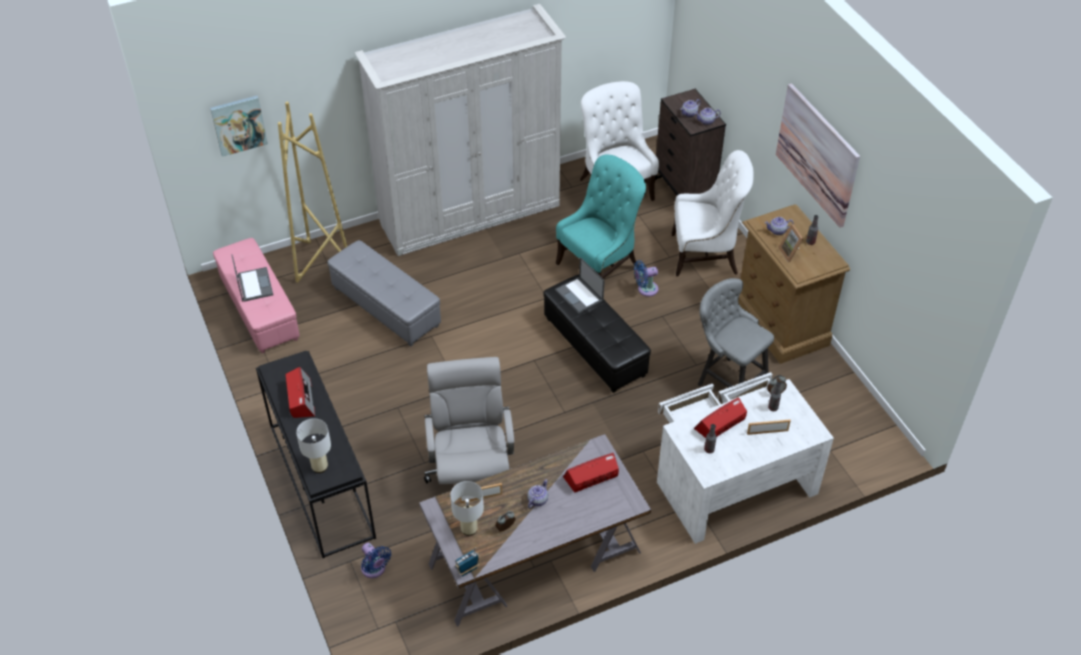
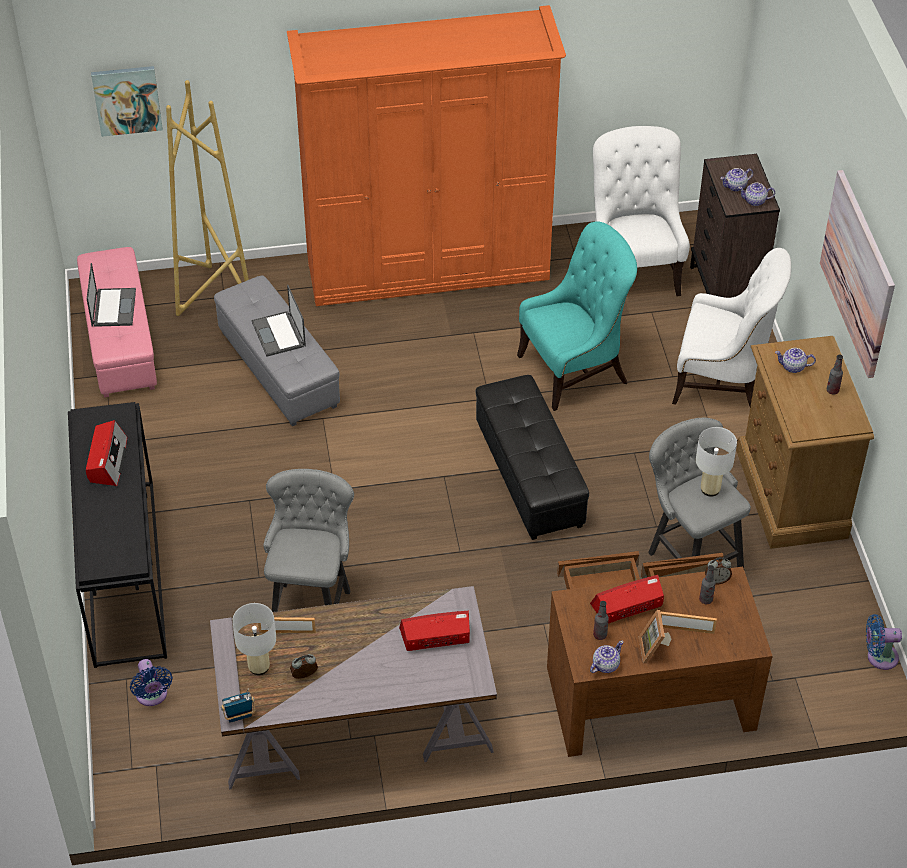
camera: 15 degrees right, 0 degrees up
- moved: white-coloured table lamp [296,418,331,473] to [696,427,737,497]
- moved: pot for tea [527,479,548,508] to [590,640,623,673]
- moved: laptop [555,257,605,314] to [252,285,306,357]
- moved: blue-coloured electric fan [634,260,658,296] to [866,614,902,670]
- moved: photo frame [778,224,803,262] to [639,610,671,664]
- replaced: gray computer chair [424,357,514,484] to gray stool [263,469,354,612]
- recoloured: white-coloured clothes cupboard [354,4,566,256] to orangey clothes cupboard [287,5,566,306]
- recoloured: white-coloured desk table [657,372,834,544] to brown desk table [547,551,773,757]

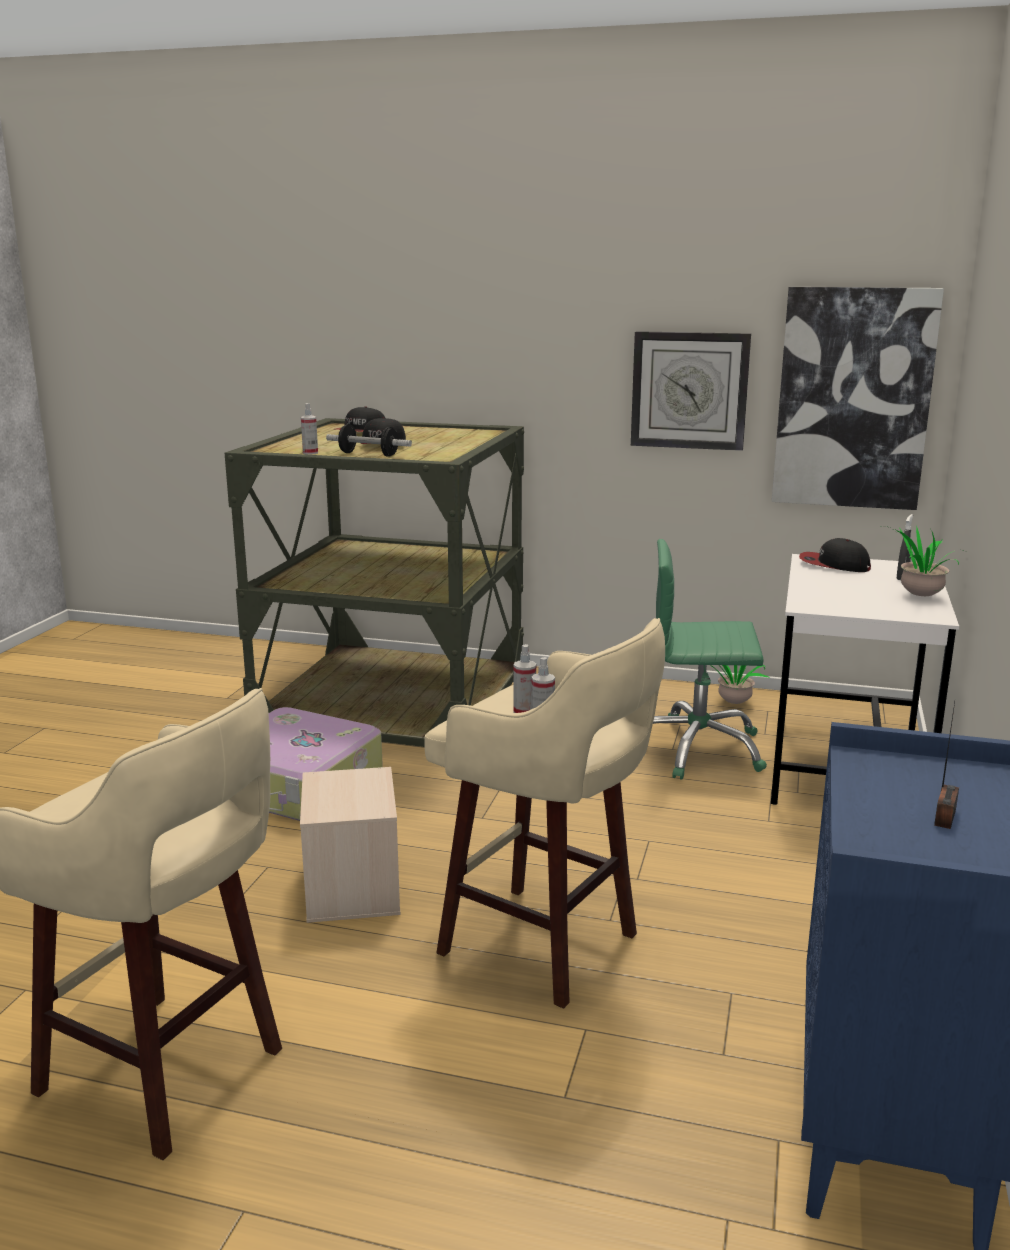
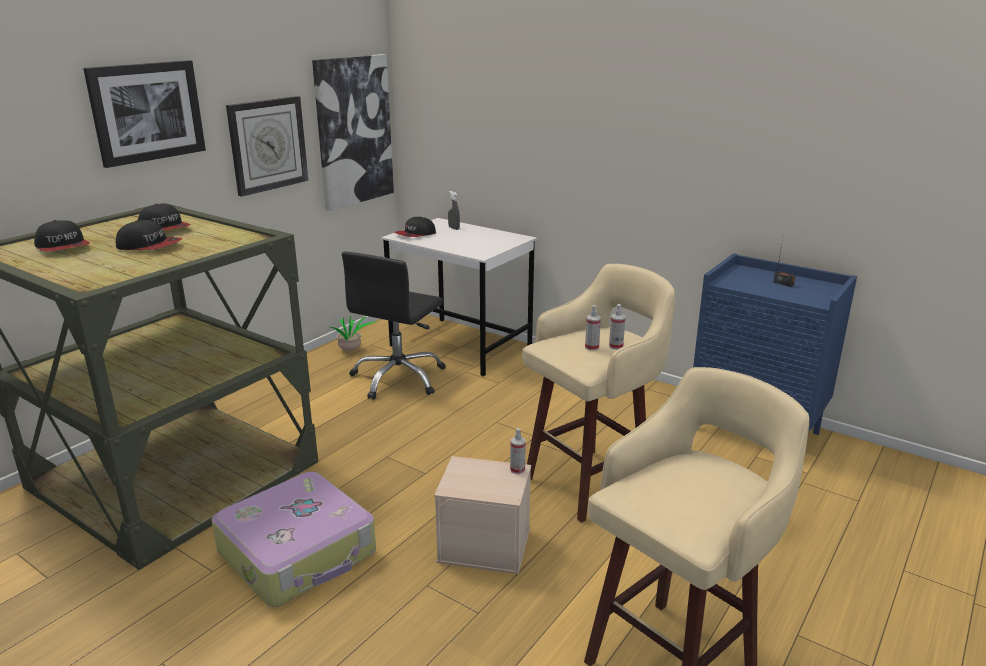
camera: 70 degrees left, 5 degrees up
- removed: free weight [326,424,412,457]
- removed: potted plant [886,526,965,596]
- added: picture [83,60,206,168]
- added: cap [138,204,190,231]
- moved: sprayer [301,403,318,455] to [510,428,526,474]
- recoloured: green-coloured computer chair [653,539,767,780] to black-coloured computer chair [342,252,446,400]

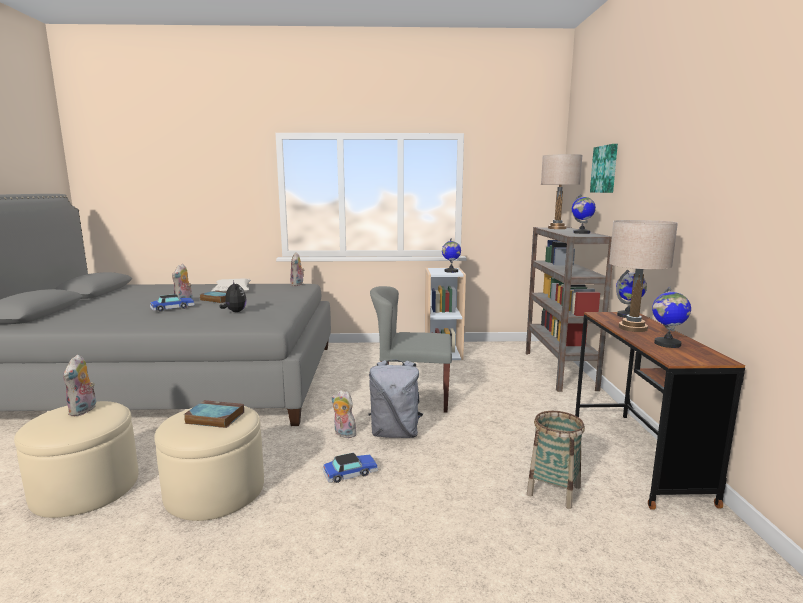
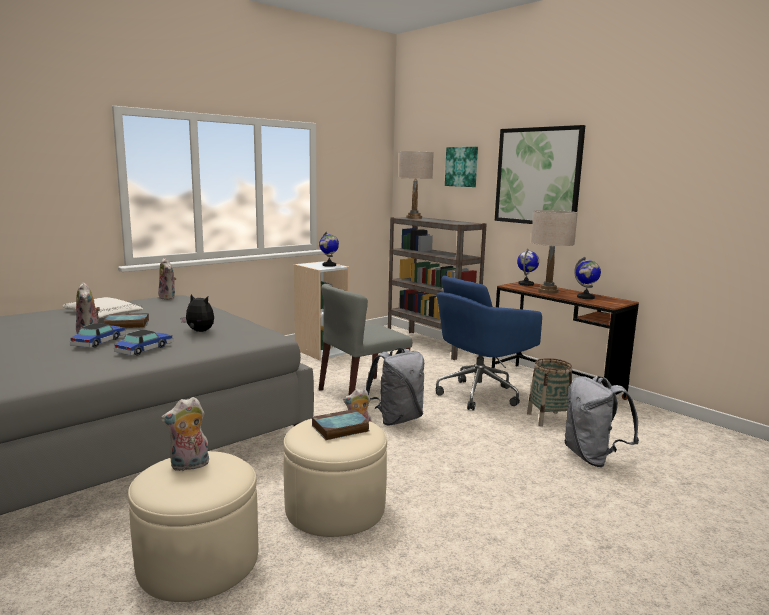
camera: 40 degrees left, 0 degrees up
- removed: world globe [572,194,596,234]
- added: blue-coloured computer chair [435,276,542,411]
- added: picture [495,125,585,224]
- added: gray knapsack [565,376,639,467]
- moved: model car [323,453,378,483] to [114,330,173,356]
- turned: soft toy [63,354,96,416] = [161,397,209,471] 105 degrees clockwise

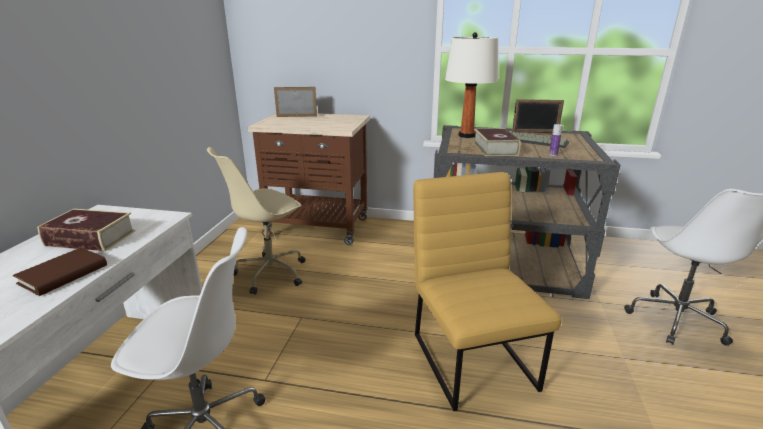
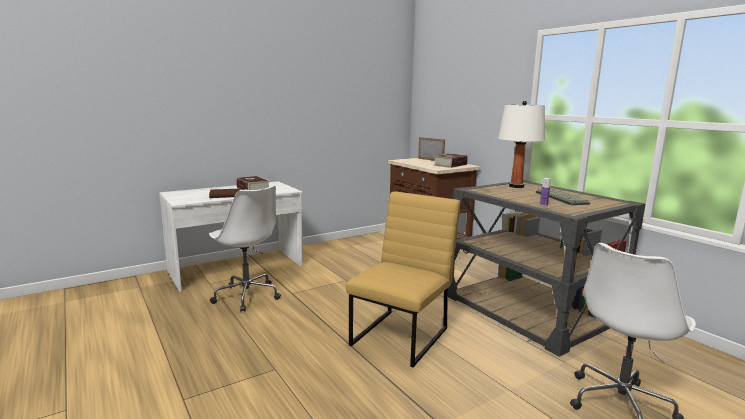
camera: 45 degrees right, 10 degrees down
- removed: beige-coloured computer chair [207,147,306,294]
- removed: photo frame [512,99,564,133]
- moved: volume [473,128,520,156] to [434,153,468,168]

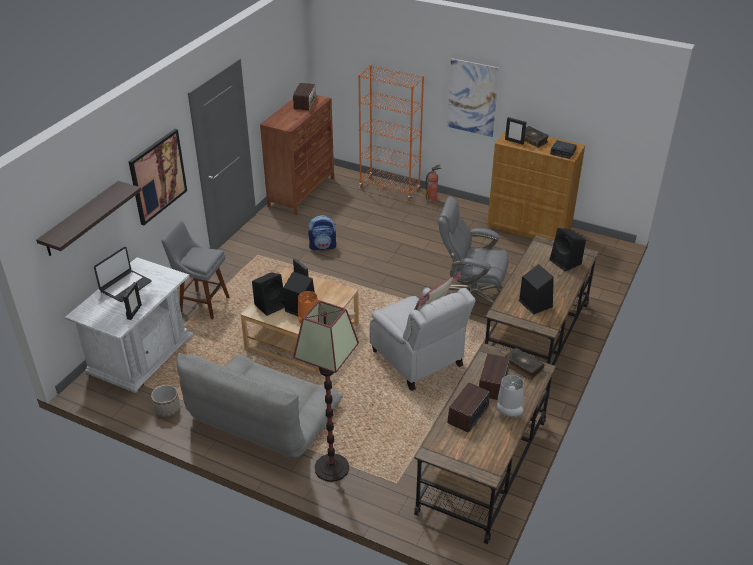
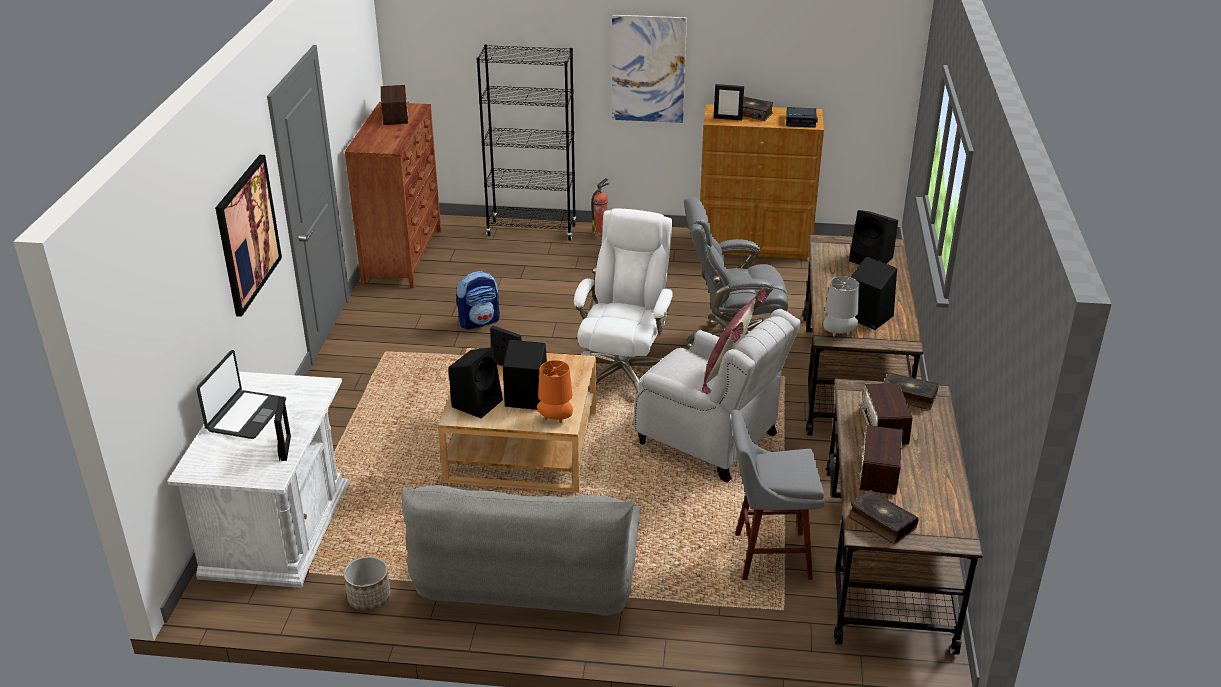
camera: 20 degrees left, 5 degrees down
- removed: bracket shelf [36,181,141,256]
- removed: floor lamp [293,300,359,482]
- added: white-coloured computer chair [574,208,673,393]
- added: volume [848,490,919,544]
- moved: gray stool [161,220,229,319] to [731,410,825,580]
- moved: gray table lamp [496,375,524,418] to [823,276,859,337]
- recoloured: orangey bookcase [358,65,424,201] to black-coloured bookcase [477,44,576,241]

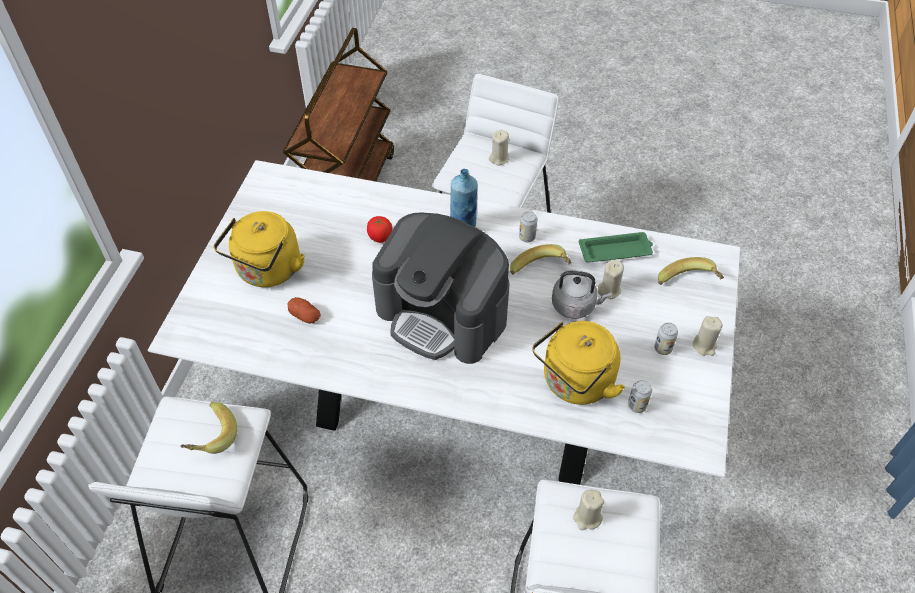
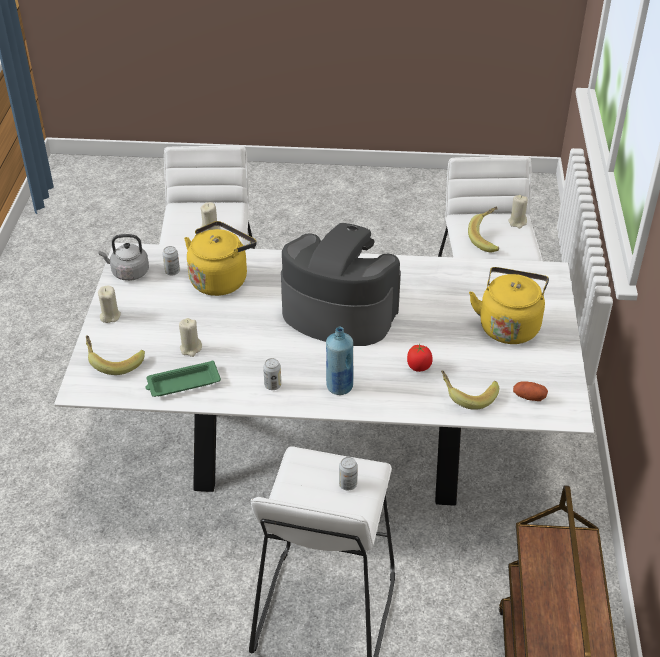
camera: 170 degrees right, 10 degrees down
- moved: potato [287,297,321,324] to [513,381,548,401]
- moved: beige-coloured wax candle [489,130,509,166] to [508,195,528,228]
- moved: whole banana [510,244,572,275] to [441,371,499,410]
- moved: gray water kettle [552,271,612,319] to [98,234,149,281]
- moved: metal can [654,323,678,355] to [339,457,358,491]

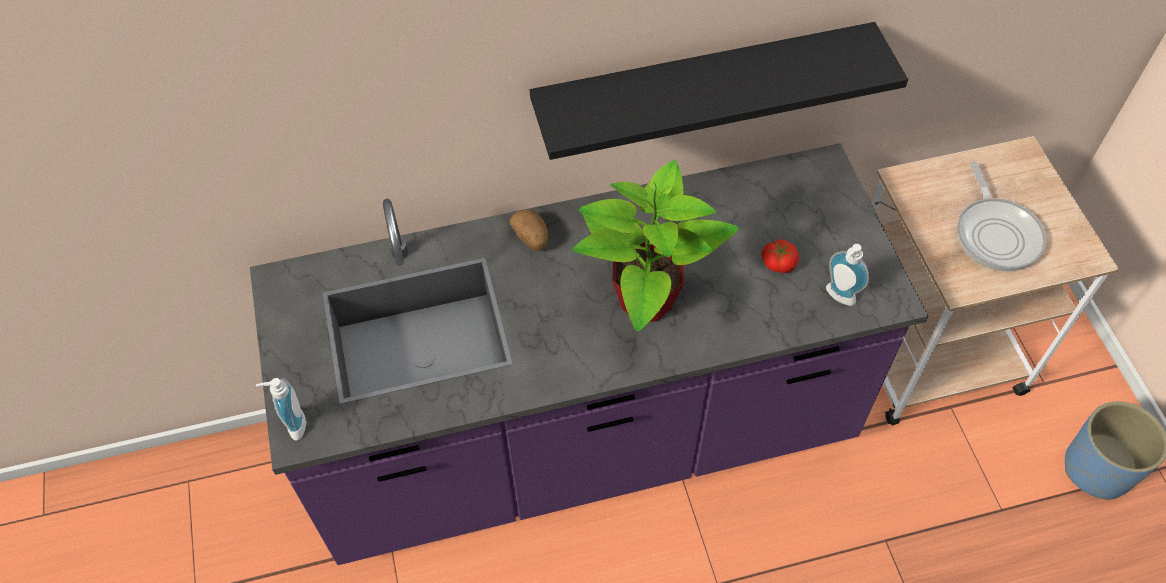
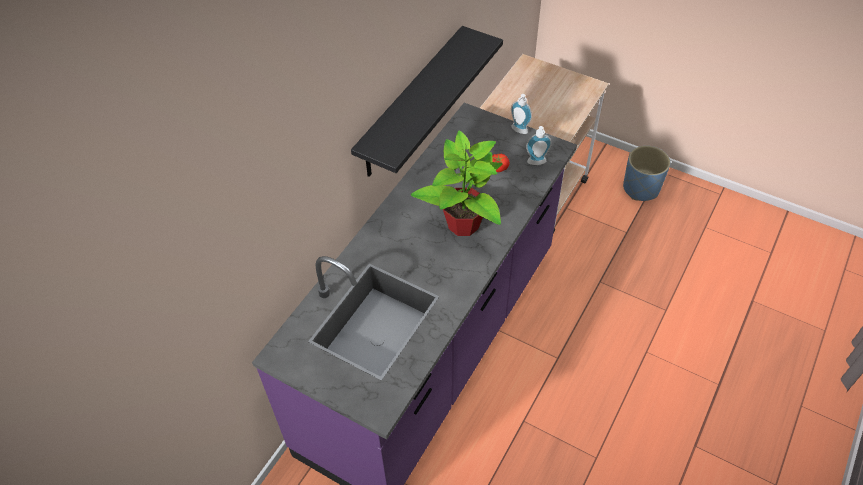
camera: 45 degrees left, 5 degrees down
- removed: potato [510,209,548,251]
- removed: skillet [957,161,1046,271]
- moved: liquid soap bottle [256,378,306,441] to [511,94,532,134]

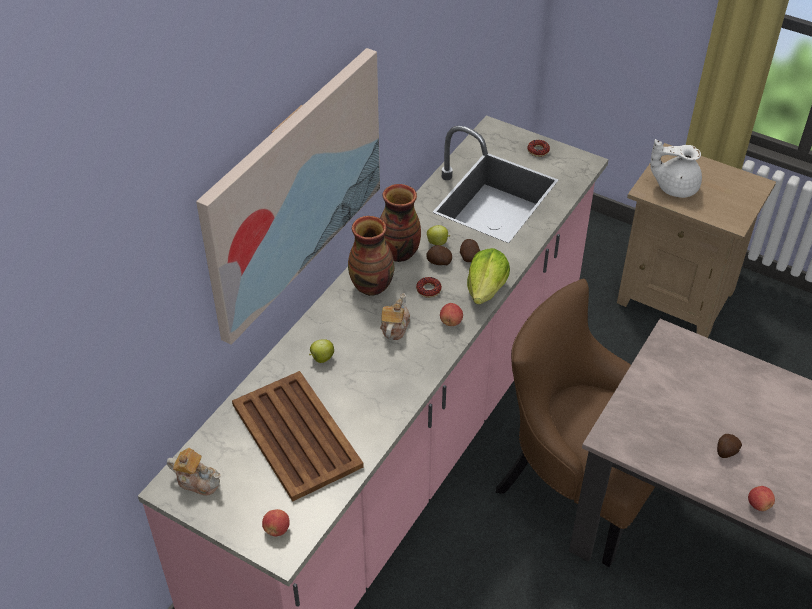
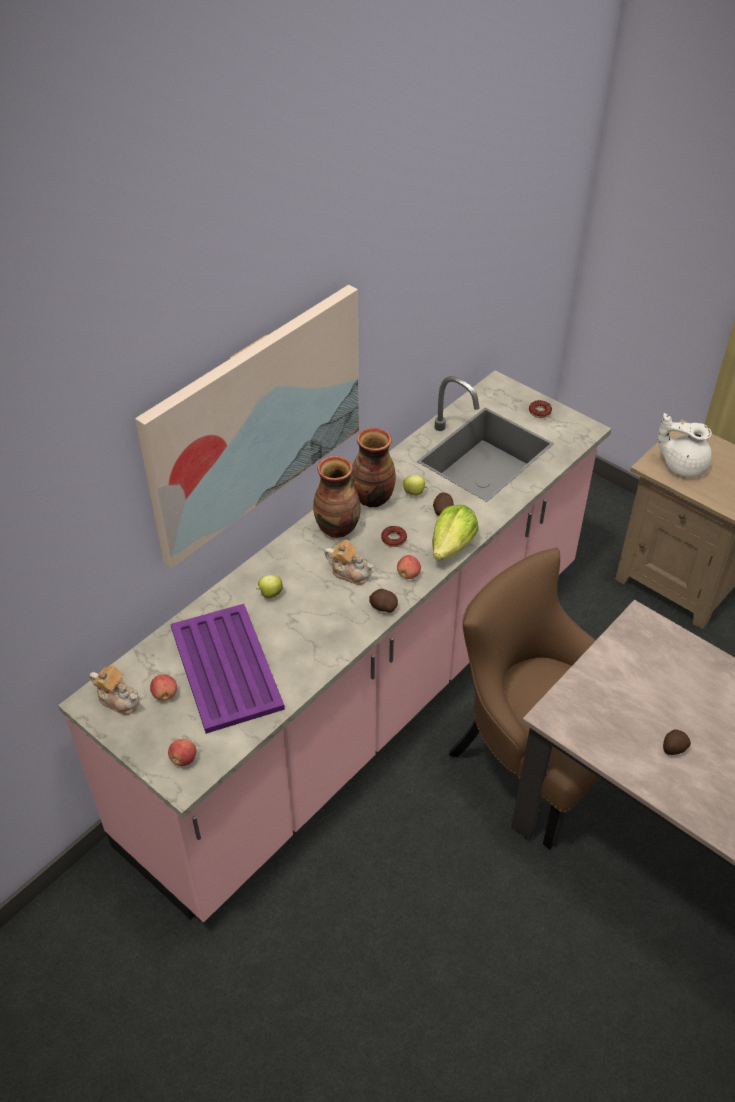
camera: 10 degrees right, 0 degrees up
- moved: potato [426,245,452,265] to [369,589,398,613]
- moved: apple fruit [748,486,775,511] to [150,674,177,701]
- recoloured: brown serving tray [232,371,364,502] to purplish serving tray [170,604,285,734]
- turned: pot for tea [380,293,410,340] = [324,540,374,585] 90 degrees clockwise

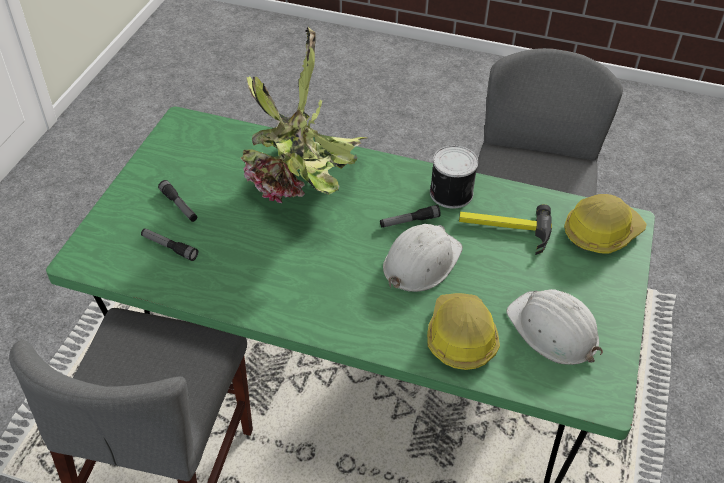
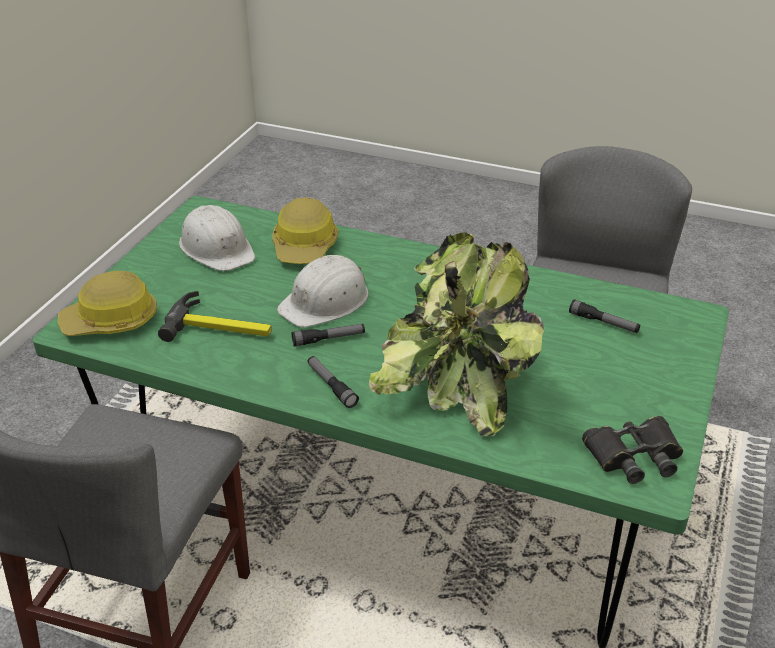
camera: 175 degrees left, 10 degrees down
- removed: metal can [430,146,478,209]
- added: black-coloured field glasses [582,416,683,484]
- moved: flashlight [158,180,197,222] to [308,356,359,408]

